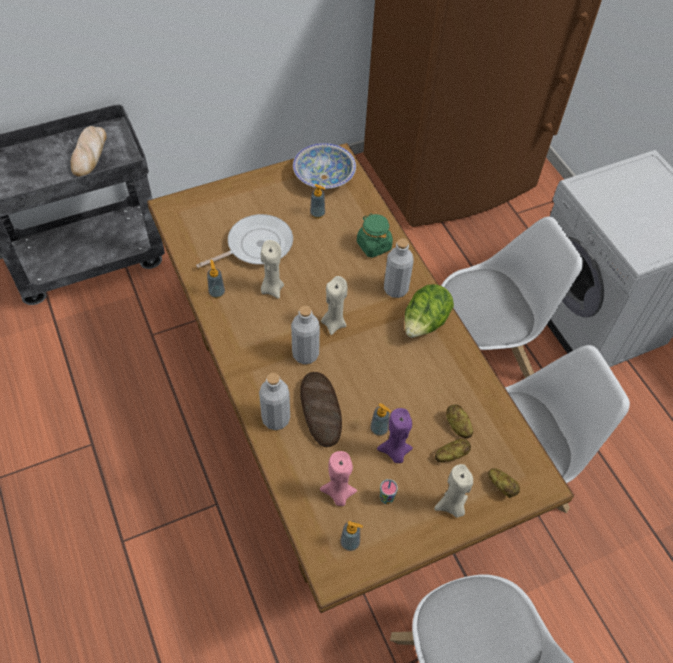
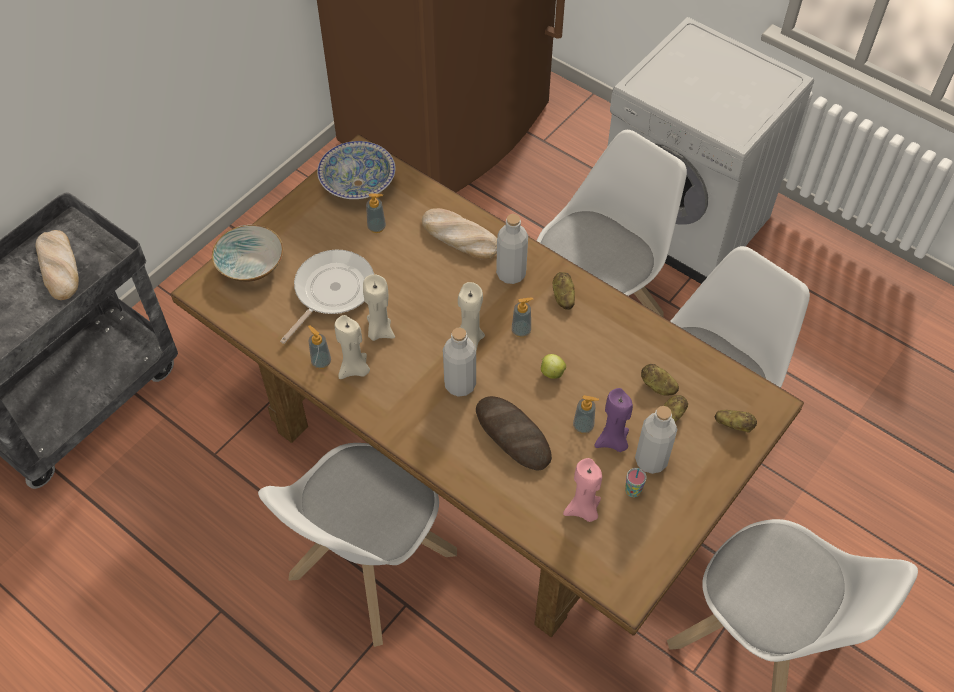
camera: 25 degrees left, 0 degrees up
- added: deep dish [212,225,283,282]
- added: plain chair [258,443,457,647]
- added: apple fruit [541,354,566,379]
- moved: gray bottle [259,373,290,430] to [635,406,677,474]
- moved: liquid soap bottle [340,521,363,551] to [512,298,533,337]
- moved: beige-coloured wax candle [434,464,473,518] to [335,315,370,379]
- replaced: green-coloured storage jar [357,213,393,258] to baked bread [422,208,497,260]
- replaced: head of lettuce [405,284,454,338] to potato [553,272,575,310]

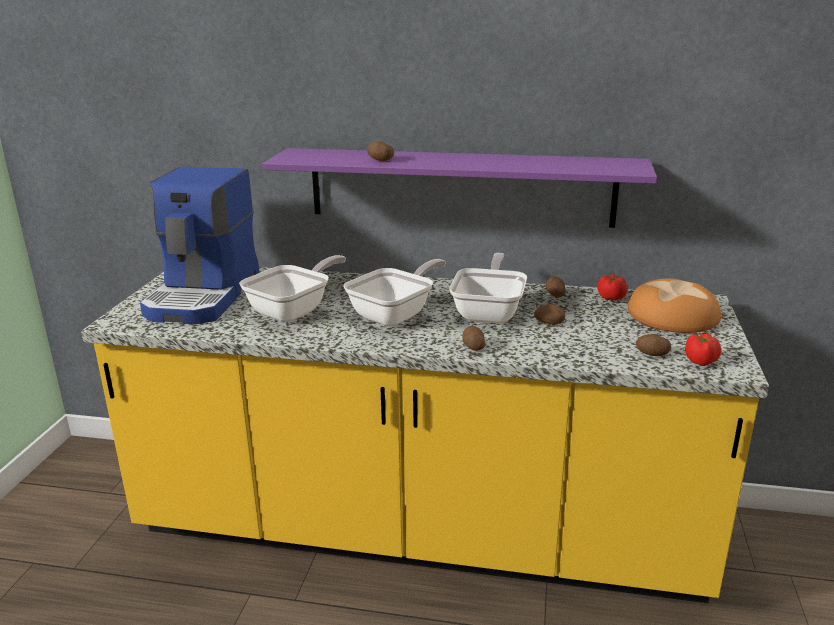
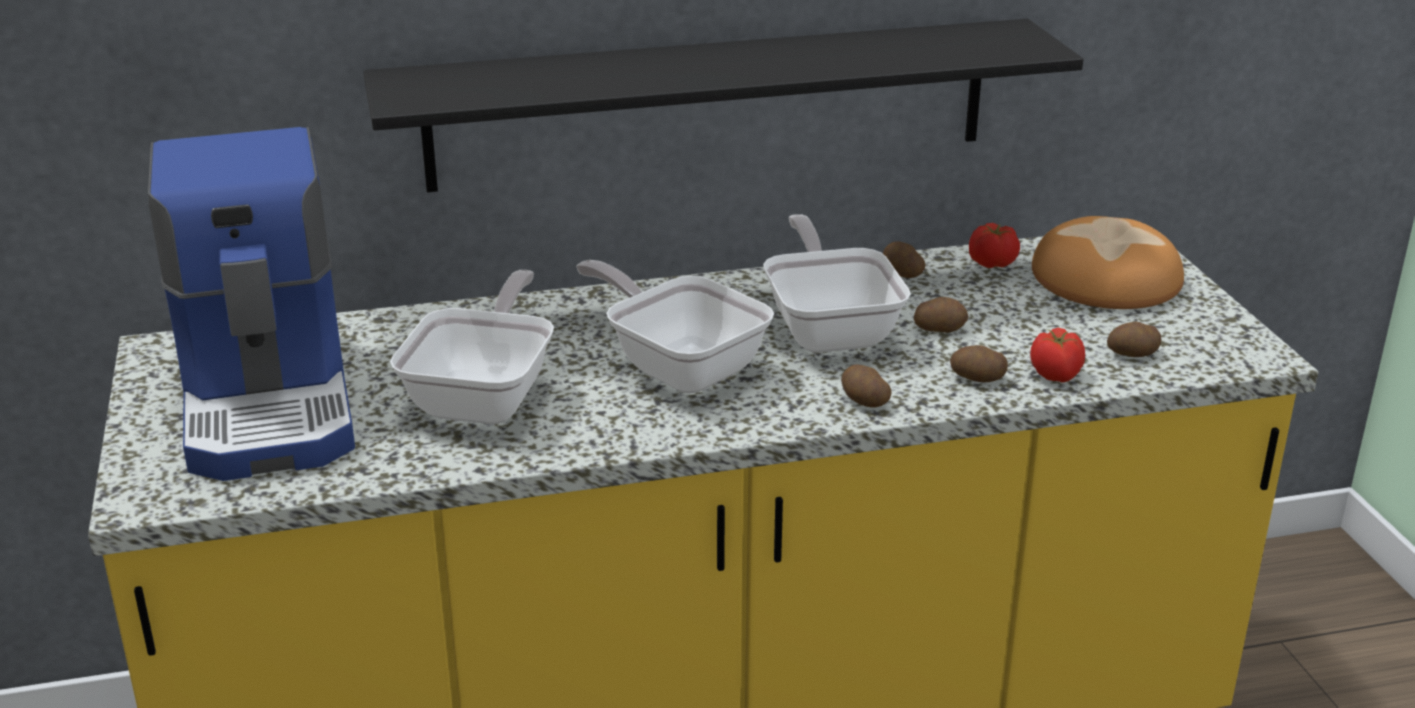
camera: 25 degrees left, 5 degrees up
- moved: potato [367,141,394,161] to [950,345,1008,382]
- moved: whole tomato [685,333,721,366] to [1030,328,1085,382]
- recoloured: purplish bracket shelf [262,148,657,228] to black-coloured bracket shelf [364,19,1083,192]
- turned: skillet [343,259,446,327] = [576,260,774,393] 60 degrees counterclockwise

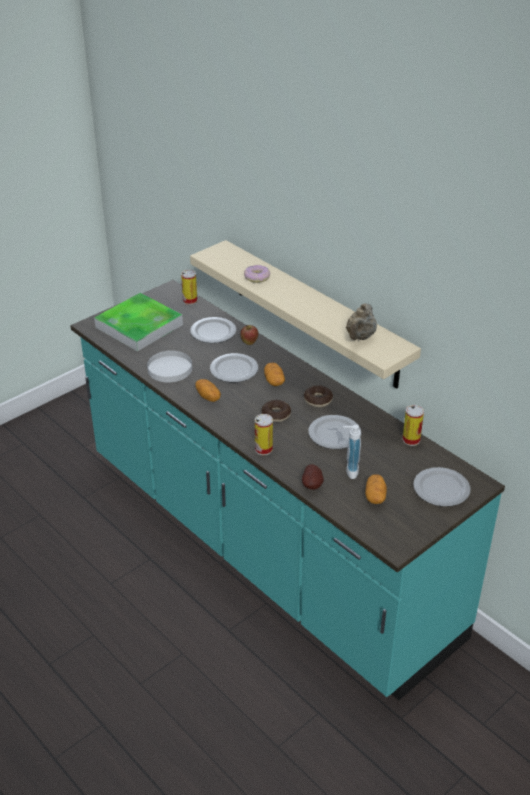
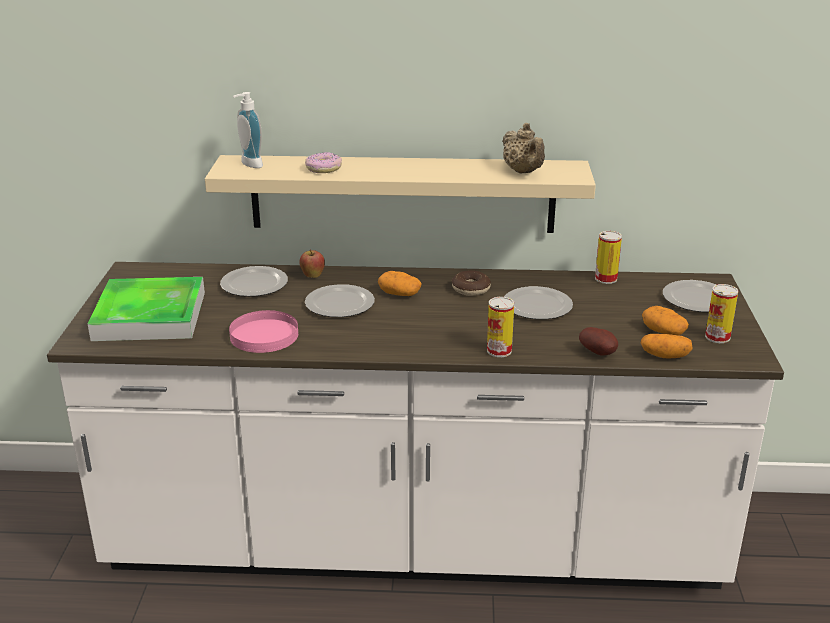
camera: 45 degrees left, 10 degrees down
- removed: donut [261,400,291,422]
- moved: metal can [181,270,197,305] to [705,284,739,343]
- moved: potato [195,379,221,402] to [641,334,693,358]
- moved: liquid soap bottle [343,425,361,479] to [233,92,263,168]
- recoloured: turquoise counter [70,280,505,700] to white-coloured counter [47,262,784,589]
- recoloured: white-coloured dinner plate [147,350,192,382] to pink-coloured dinner plate [229,310,298,353]

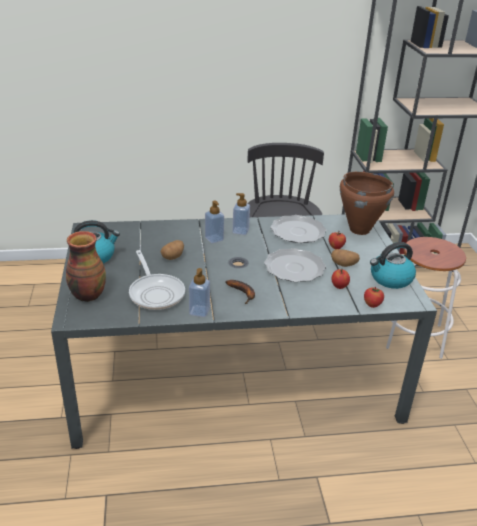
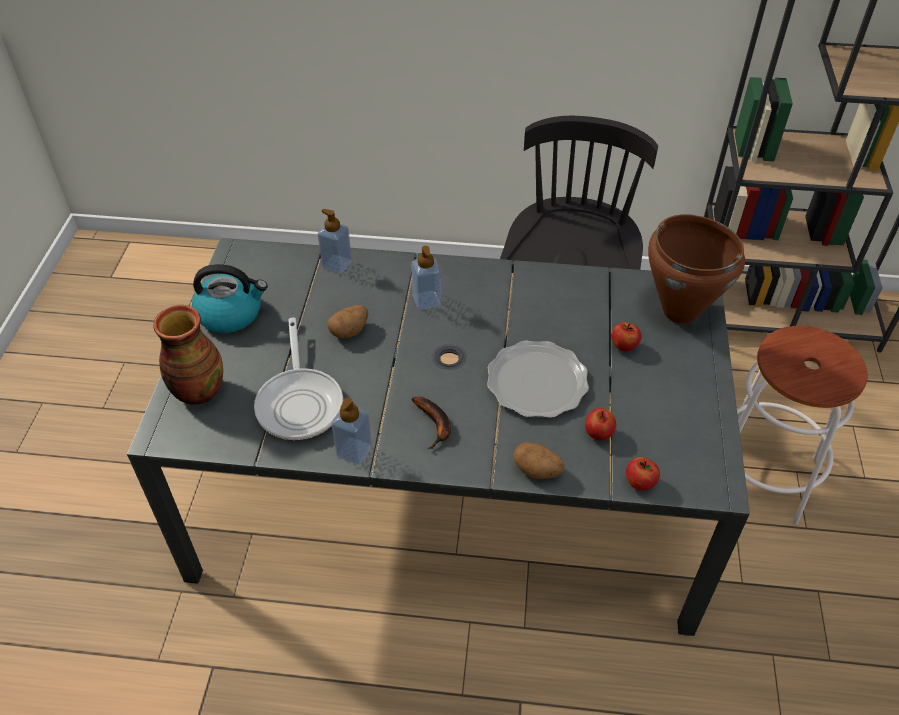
camera: 15 degrees right, 15 degrees up
- removed: dinner plate [270,215,327,243]
- removed: water kettle [370,242,416,289]
- moved: liquid soap bottle [233,193,250,235] to [317,209,352,274]
- moved: potato [331,249,360,267] to [513,442,565,479]

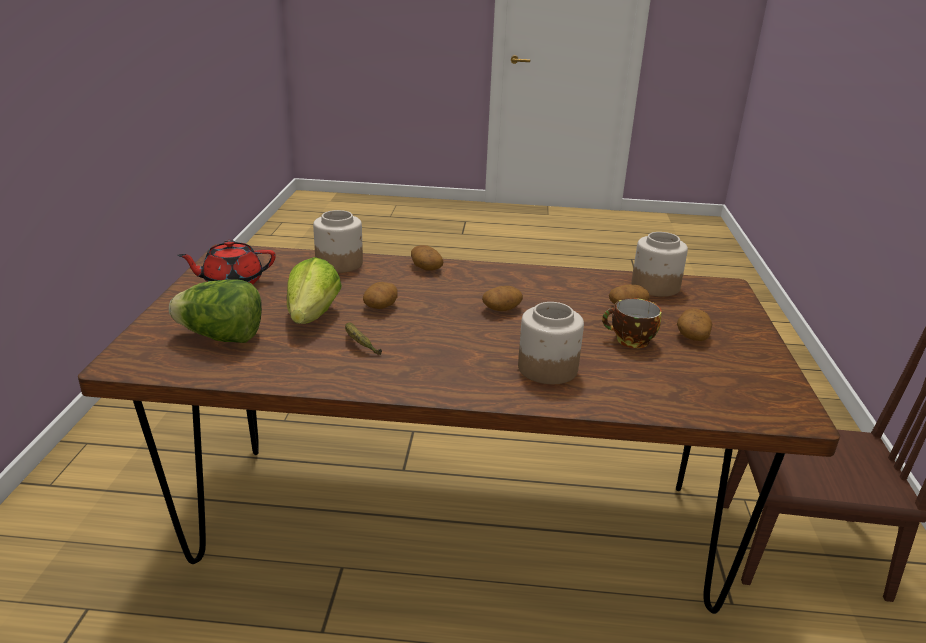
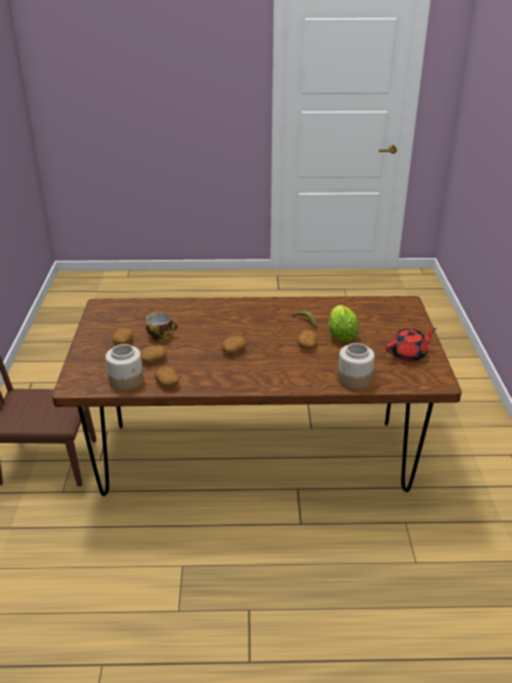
camera: 175 degrees right, 5 degrees up
- removed: head of lettuce [169,279,262,343]
- removed: storage jar [518,302,584,384]
- moved: potato [411,245,443,271] to [155,367,179,387]

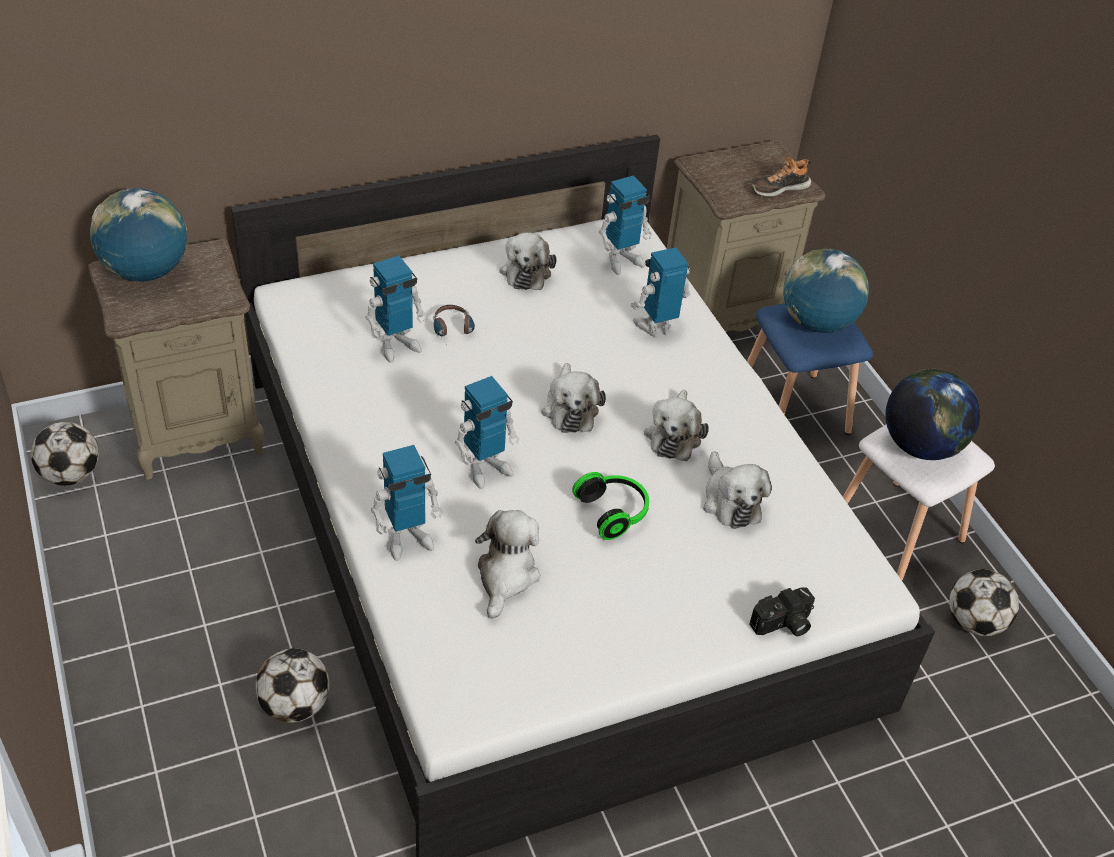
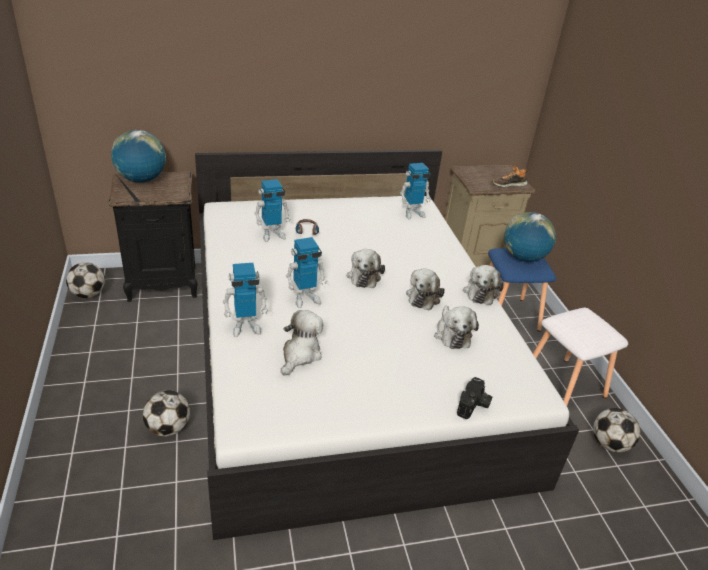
camera: 10 degrees right, 10 degrees down
- removed: headphones [572,472,649,540]
- removed: model robot [630,247,690,338]
- removed: world globe [885,368,980,460]
- moved: soft toy [500,232,556,290] to [463,265,504,305]
- recoloured: beige-coloured nightstand [88,239,264,480] to black-coloured nightstand [108,172,198,302]
- turned: photo camera [749,587,815,636] = [457,377,492,419] 45 degrees counterclockwise

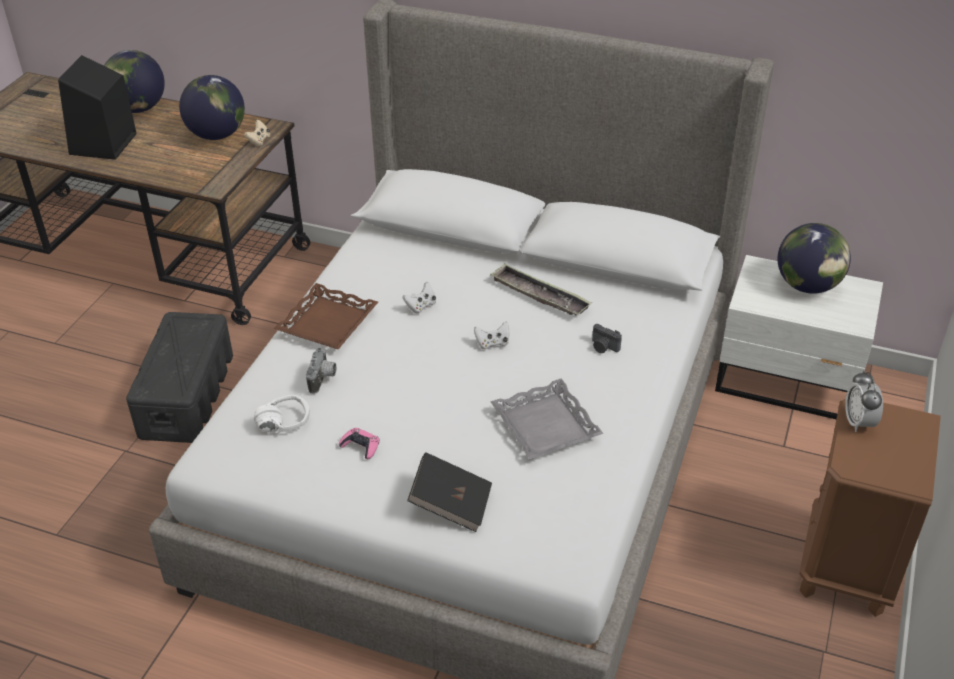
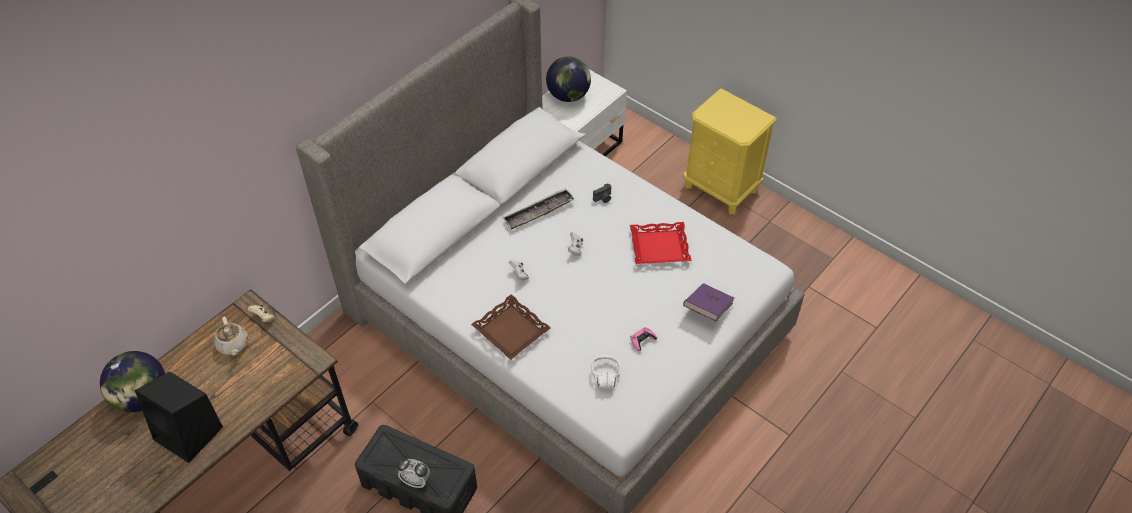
camera: 70 degrees left, 10 degrees up
- removed: photo camera [306,348,336,394]
- moved: alarm clock [845,371,883,432] to [397,459,430,488]
- replaced: world globe [179,75,245,140] to beige-coloured pot for tea [214,317,248,356]
- recoloured: black-coloured volume [407,452,492,532] to purplish volume [683,283,735,321]
- recoloured: gray serving tray [490,378,603,459] to reddish serving tray [630,222,692,264]
- recoloured: brown nightstand [799,399,941,617] to yellow nightstand [683,88,777,214]

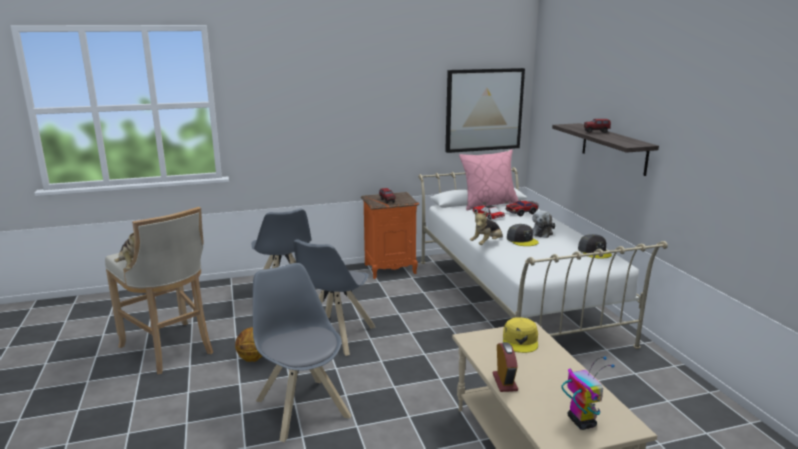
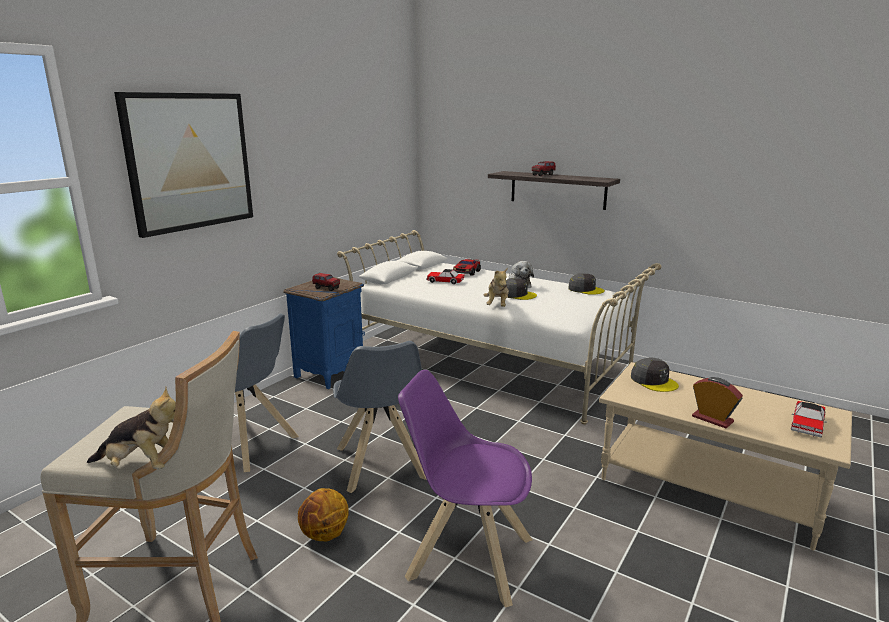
camera: 40 degrees left, 0 degrees up
- removed: pink-coloured pillow [459,149,519,210]
- moved: picture [445,68,525,153] to [114,92,253,238]
- replaced: model robot [561,356,615,430] to model car [791,401,827,437]
- recoloured: gray plain chair [253,263,351,442] to purplish plain chair [398,370,532,608]
- recoloured: orangey nightstand [361,192,419,279] to blue-coloured nightstand [283,277,365,389]
- recoloured: yellow cap [503,317,538,353] to gray cap [631,357,679,392]

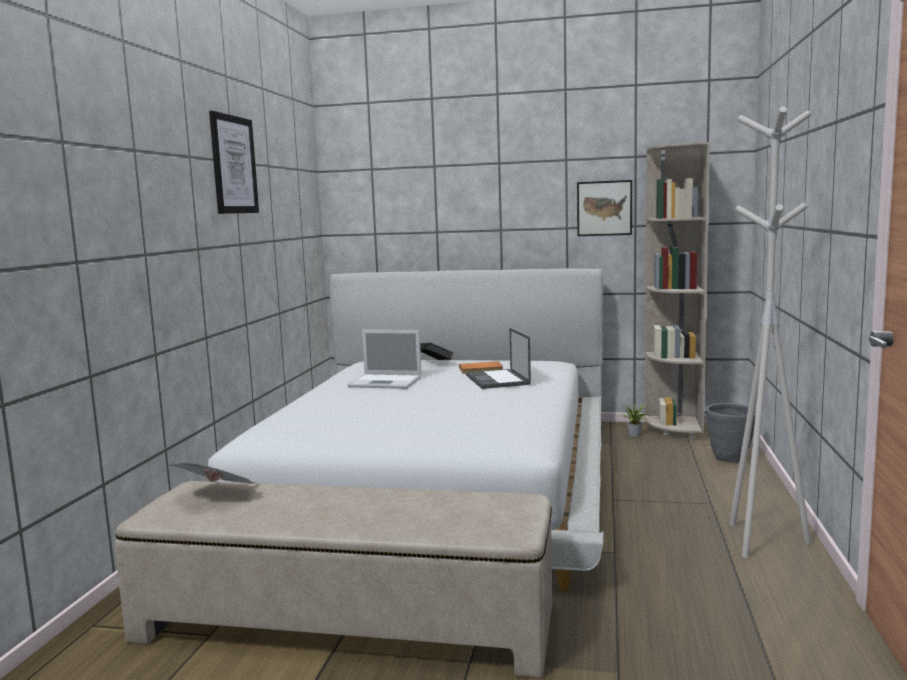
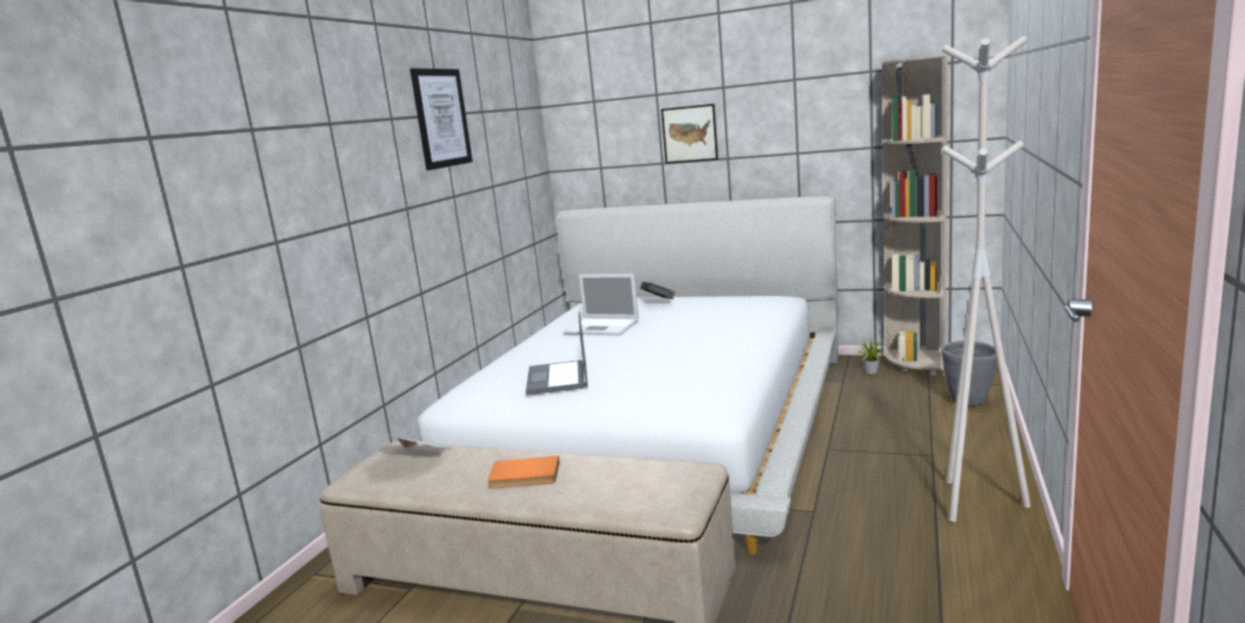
camera: 10 degrees right, 5 degrees up
- moved: orangey volume [459,362,503,374] to [488,456,560,488]
- moved: laptop [466,328,531,389] to [526,312,588,395]
- moved: picture [577,180,632,236] to [661,104,718,164]

